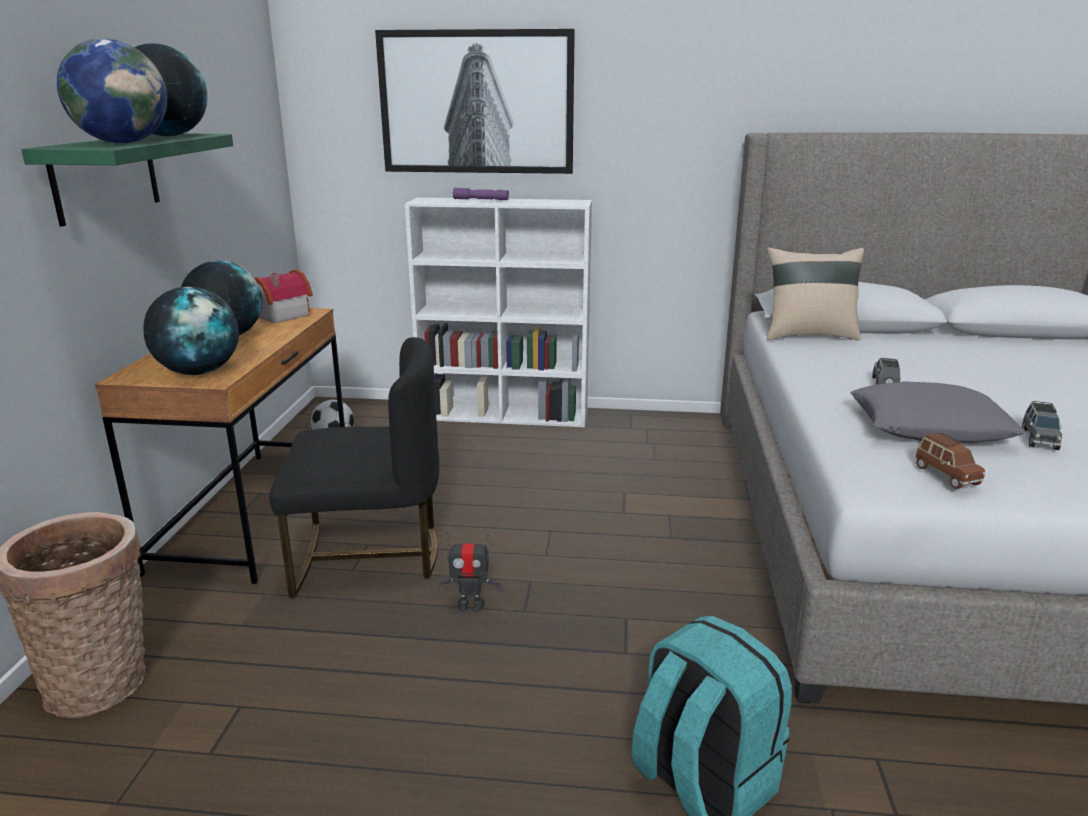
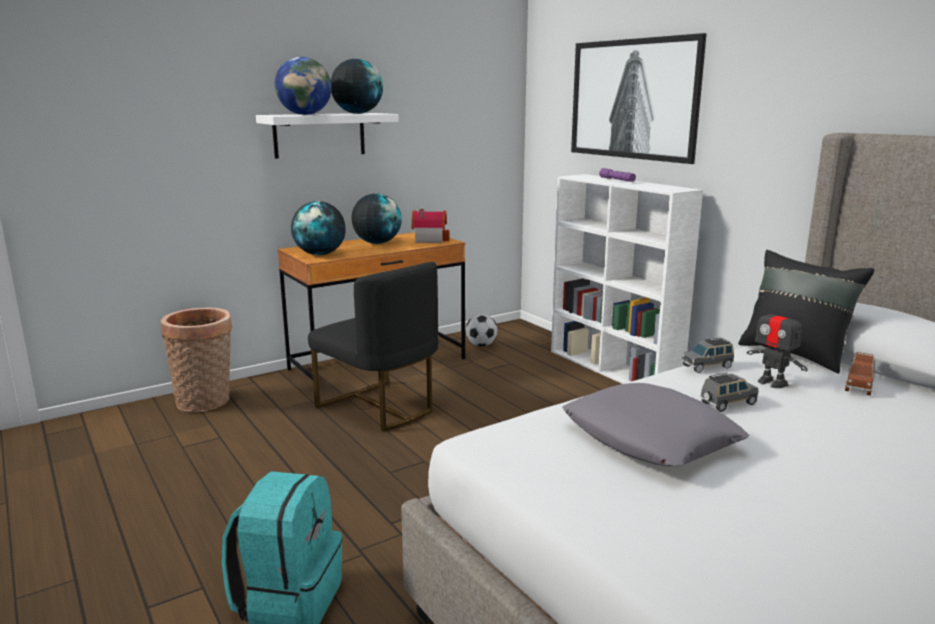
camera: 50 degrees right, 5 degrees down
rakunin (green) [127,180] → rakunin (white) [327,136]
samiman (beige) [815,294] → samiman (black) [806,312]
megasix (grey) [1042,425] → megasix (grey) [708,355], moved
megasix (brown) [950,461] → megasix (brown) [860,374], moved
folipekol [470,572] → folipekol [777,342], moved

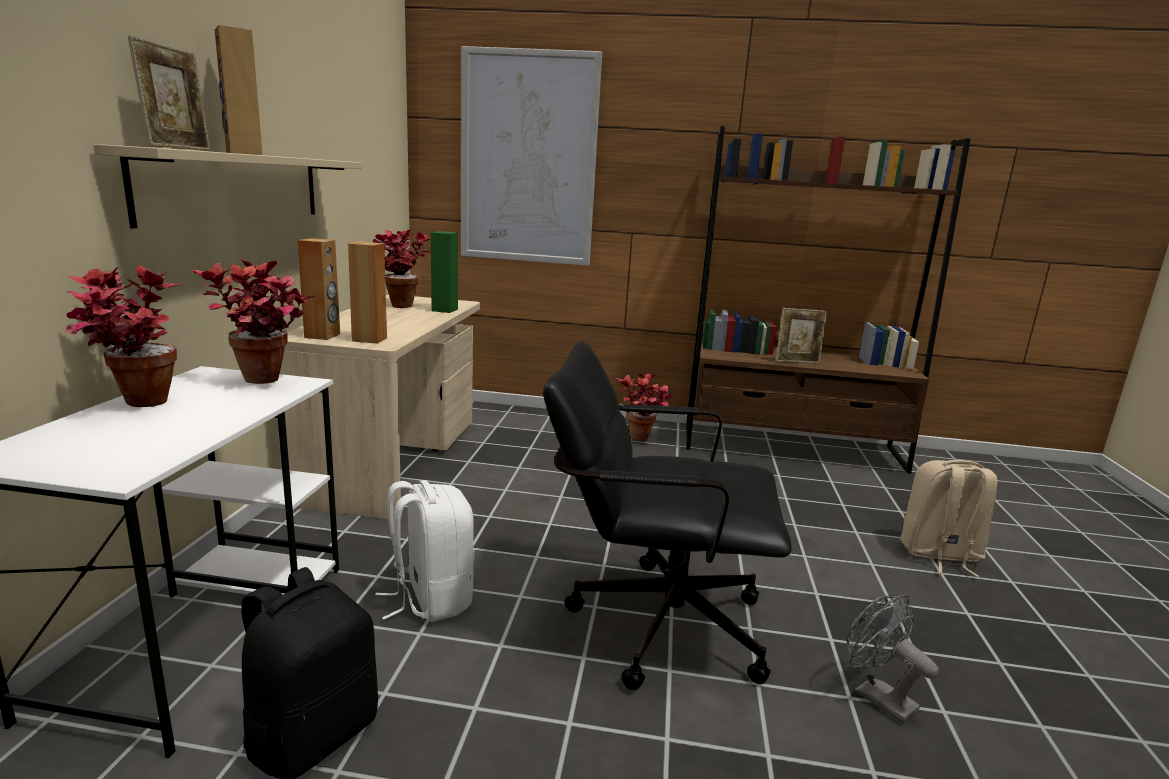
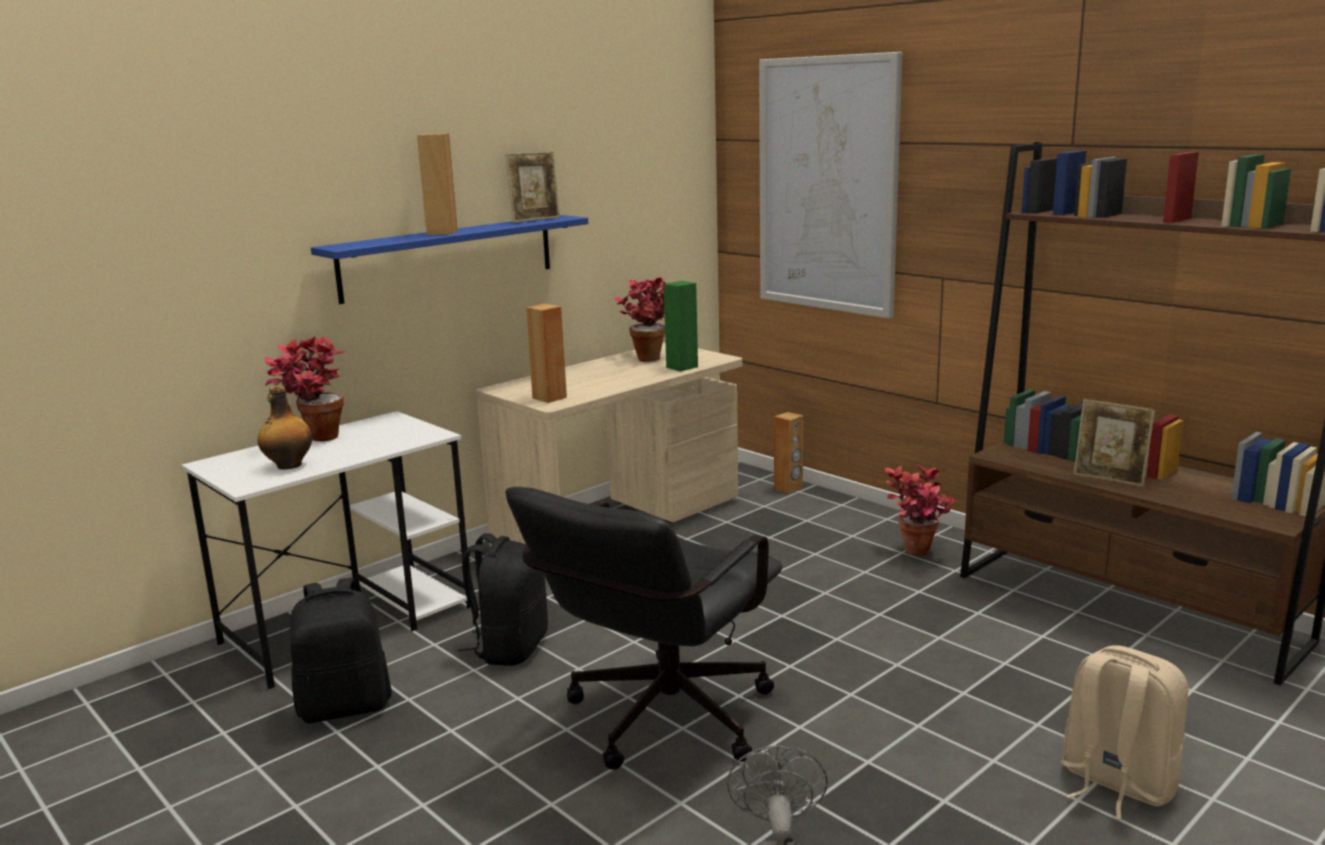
camera: 40 degrees right, 0 degrees up
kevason [169,93] → kevason [532,187], moved
rakunin (beige) [228,186] → rakunin (blue) [449,259]
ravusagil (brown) [318,289] → ravusagil (brown) [788,453], moved
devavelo [254,321] → -
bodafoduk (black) [667,515] → bodafoduk (black) [644,628], 105 degrees counterclockwise
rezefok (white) [425,551] → rezefok (black) [503,599]
- → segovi [285,428]

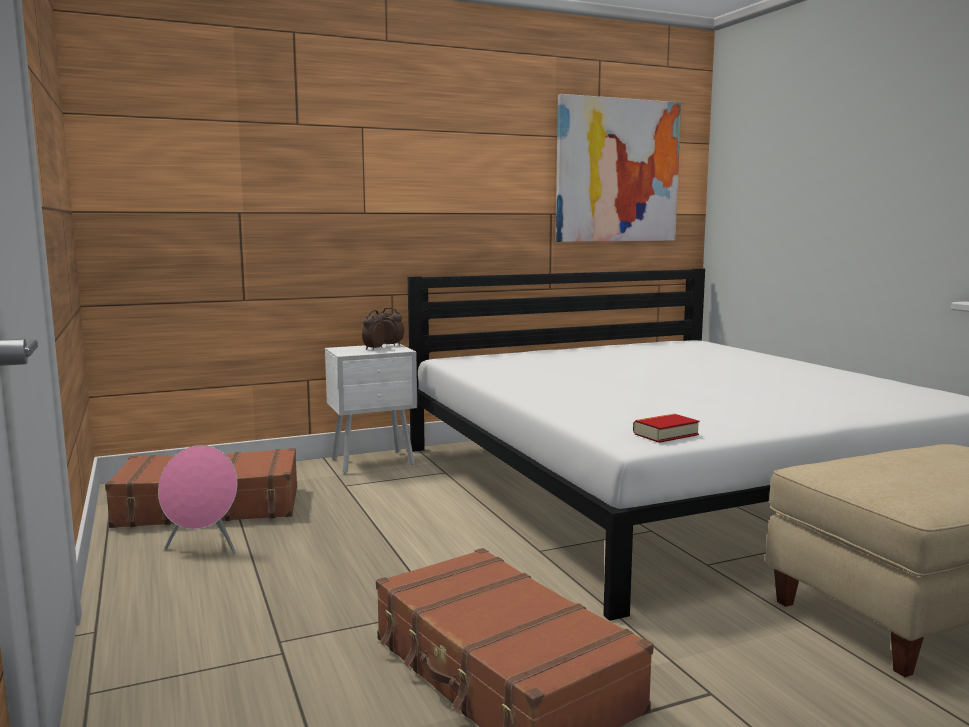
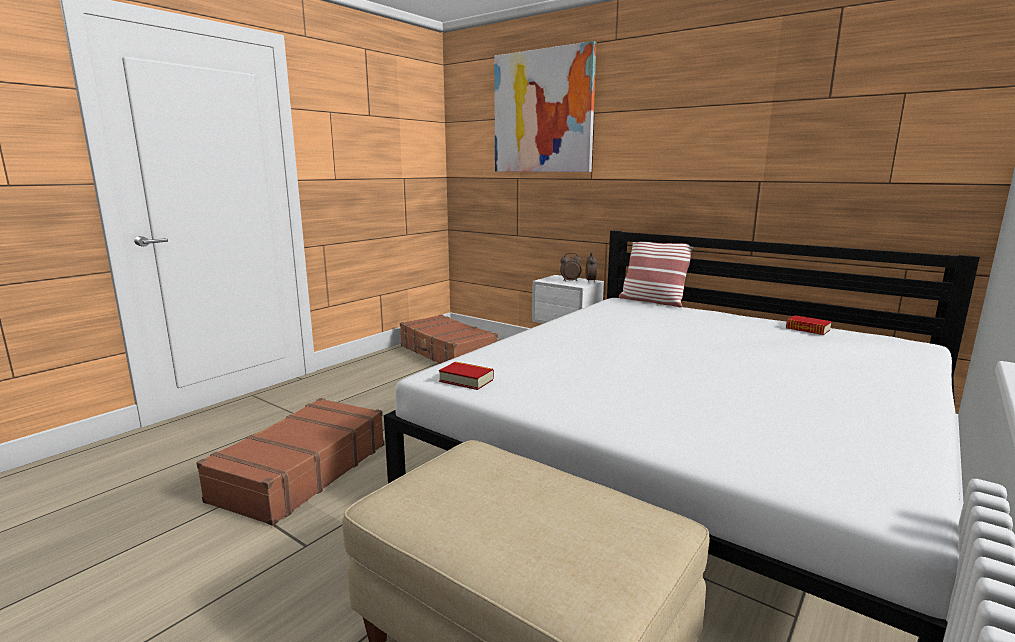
camera: 60 degrees right, 5 degrees up
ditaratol [618,168] → ditaratol [545,106], moved
ravusagil (pink) [197,499] → -
- → samiman [656,274]
- → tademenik [809,325]

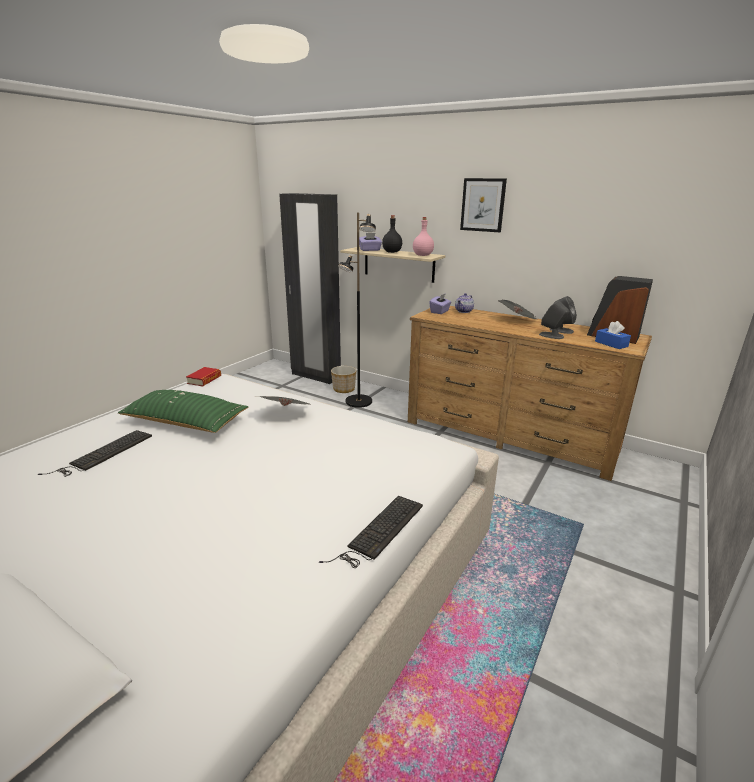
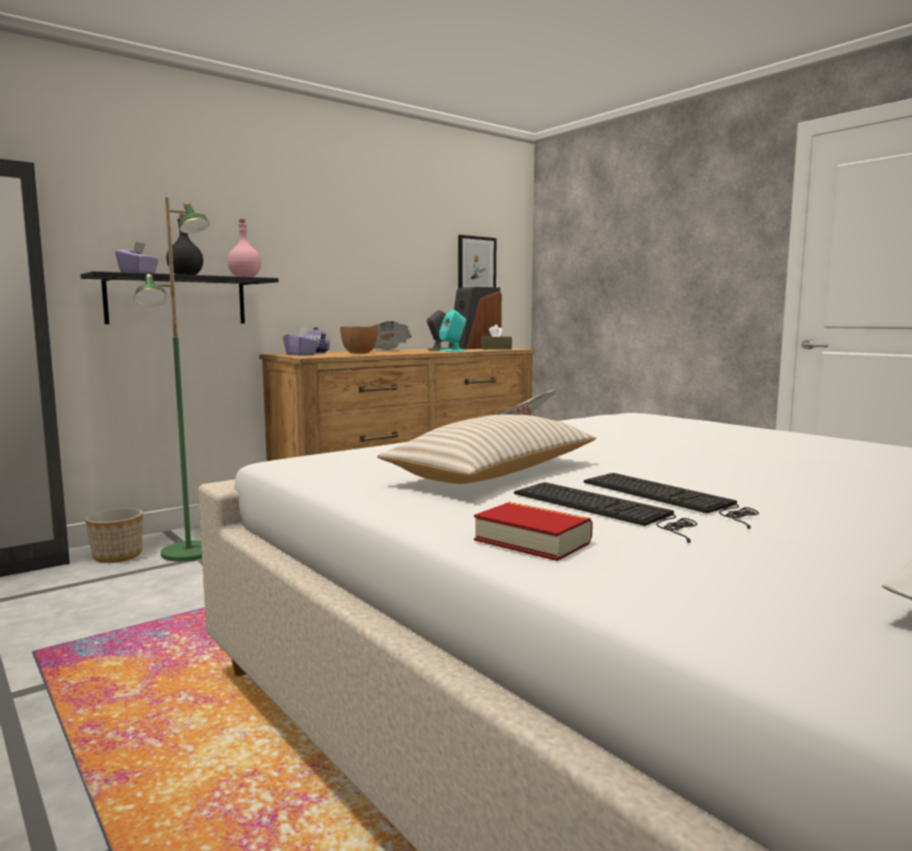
camera: 70 degrees left, 15 degrees down
ditaratol [483,205] → ditaratol [477,262], moved
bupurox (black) [357,310] → bupurox (green) [172,379]
rakunin (beige) [392,265] → rakunin (black) [180,297]
ravusagil (grey) [554,319] → ravusagil (turquoise) [452,331]
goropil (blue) [613,335] → goropil (brown) [496,337]
tademenik [203,376] → tademenik [533,531], moved
samiman (green) [183,411] → samiman (beige) [486,449]
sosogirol [371,532] → sosogirol [671,501], moved
- → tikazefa [359,340]

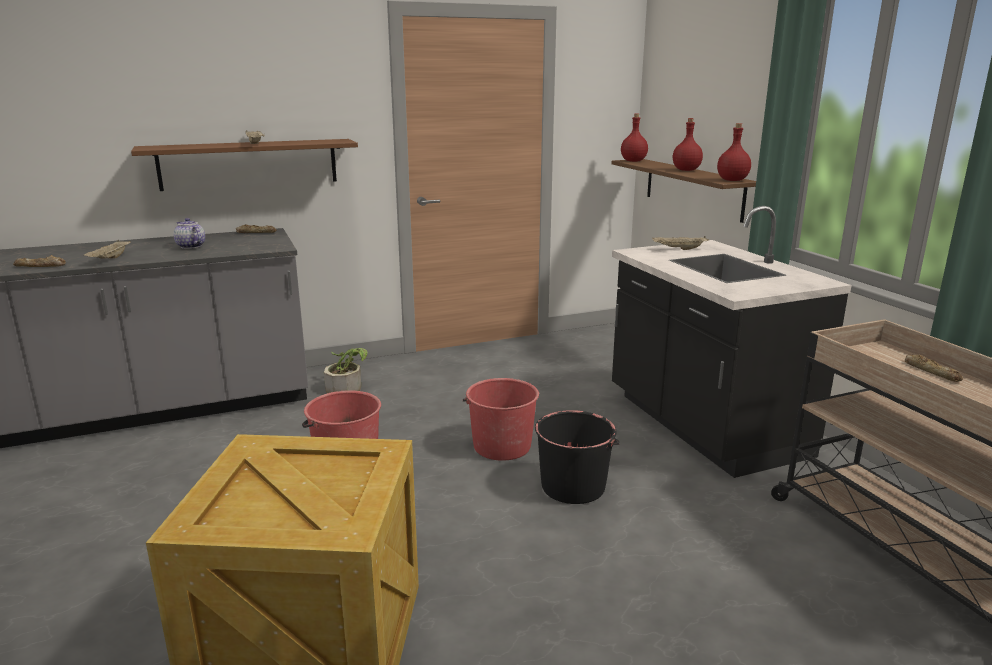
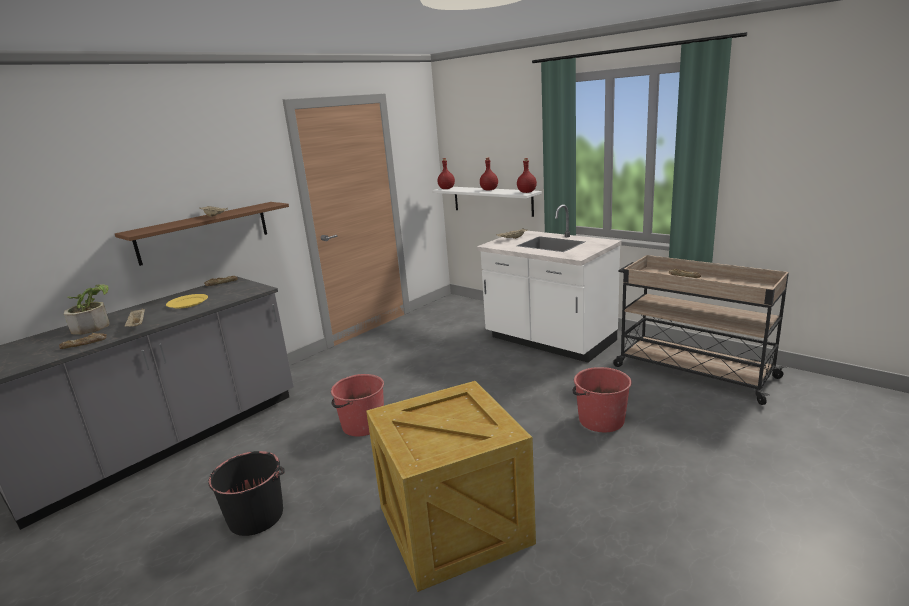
camera: 25 degrees left, 0 degrees up
rakunin (brown) [683,191] → rakunin (white) [487,202]
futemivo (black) [732,342] → futemivo (white) [549,284]
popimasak [189,233] → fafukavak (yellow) [187,301]
devavelo [346,370] → devavelo [86,309], moved
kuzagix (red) [501,419] → kuzagix (red) [602,399], moved
kuzagix (black) [577,457] → kuzagix (black) [246,493], moved

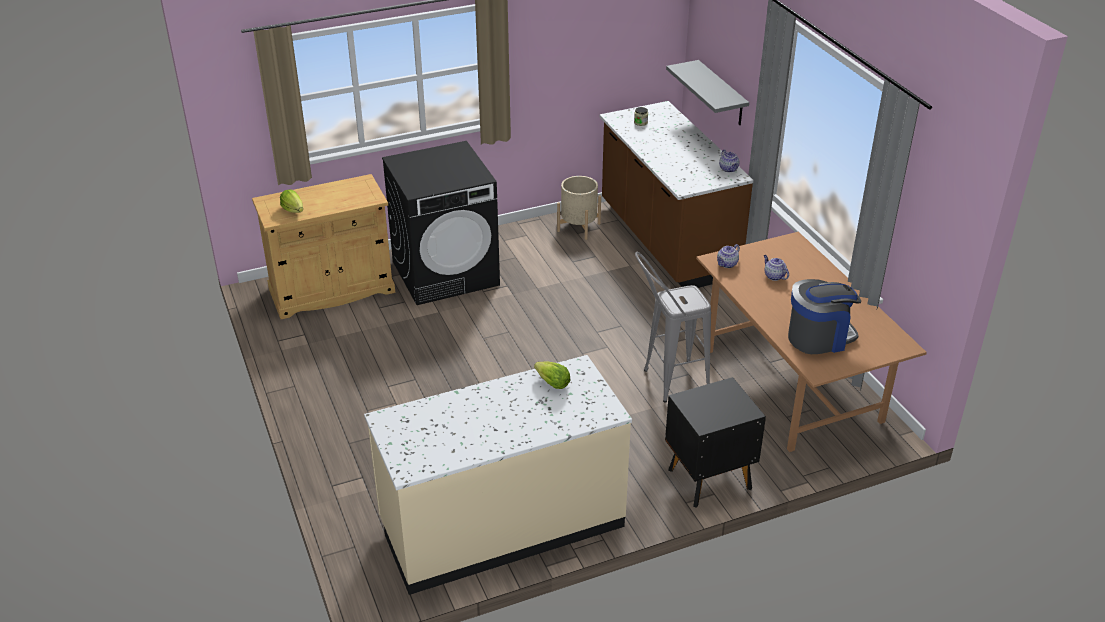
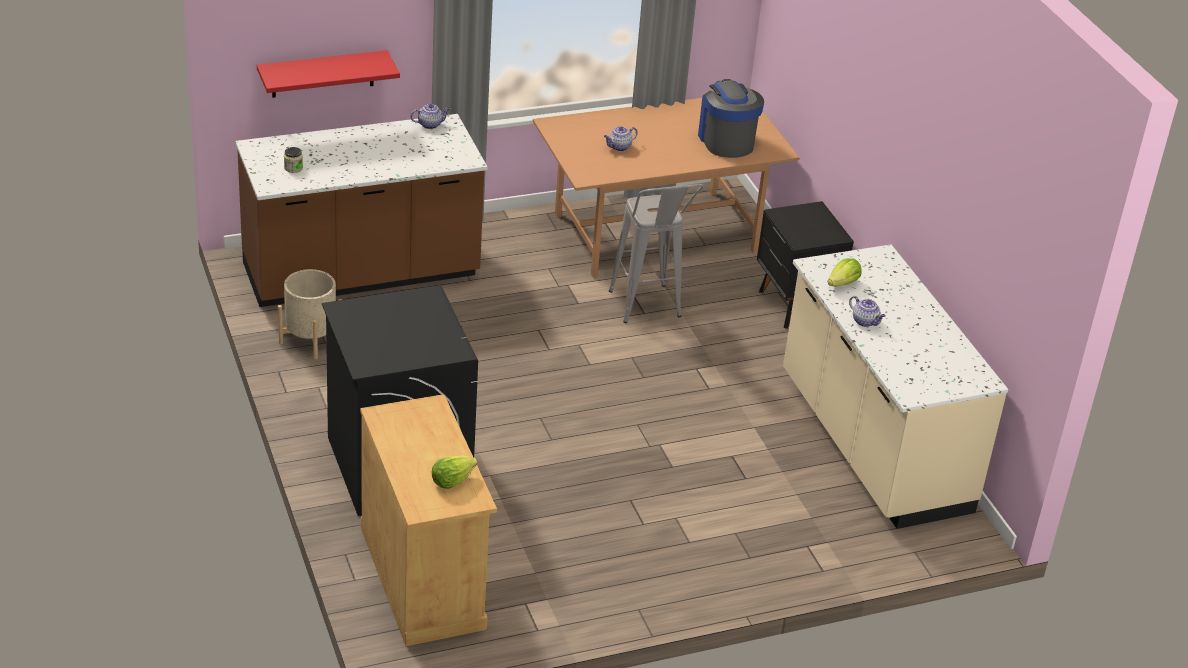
camera: 90 degrees left, 0 degrees up
rakunin (grey) [707,92] → rakunin (red) [328,74]
popimasak [728,256] → popimasak [867,311], moved

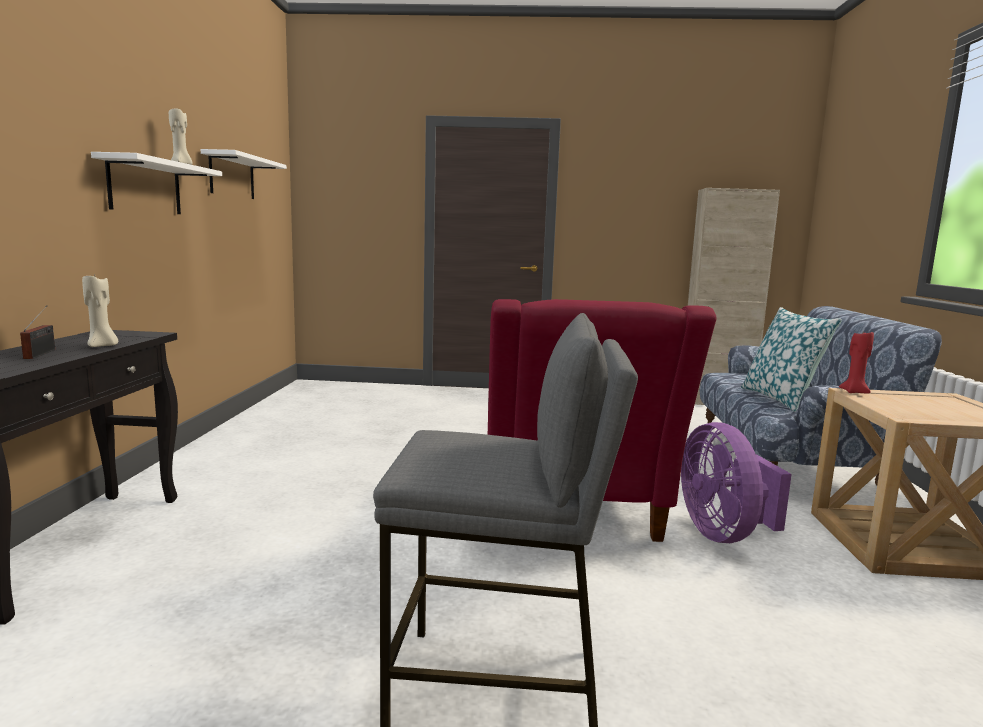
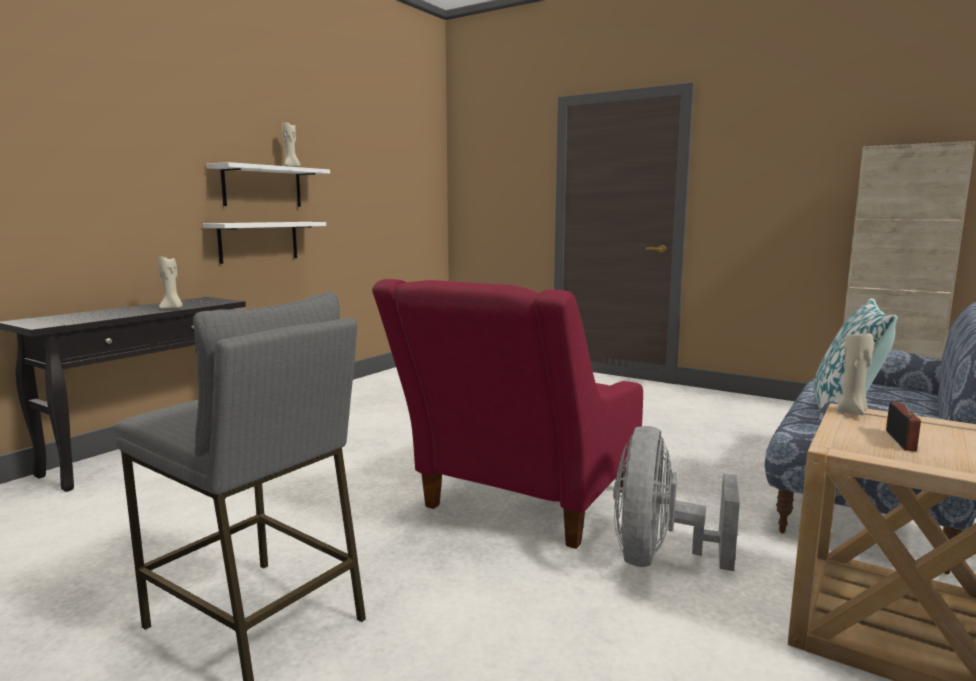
camera: 30 degrees right, 0 degrees up
rakunin (white) [244,174] → rakunin (white) [264,243], moved
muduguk [37,332] → muduguk [903,414], moved
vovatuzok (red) [856,362] → vovatuzok (beige) [855,372]
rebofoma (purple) [736,482] → rebofoma (grey) [676,498]

